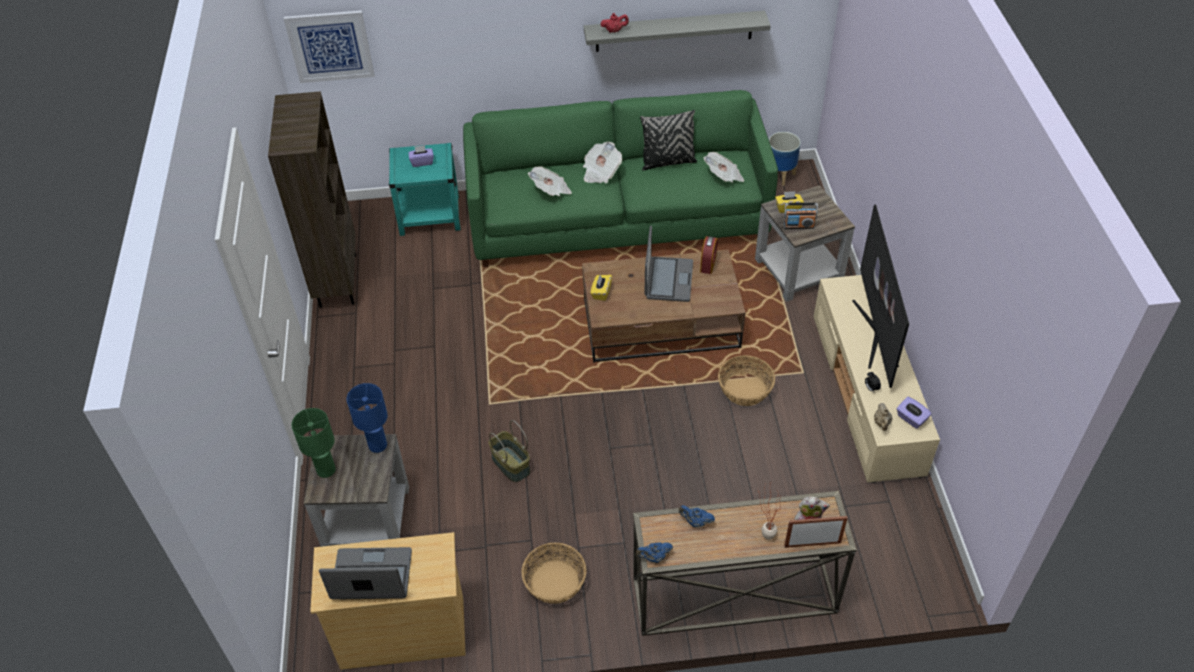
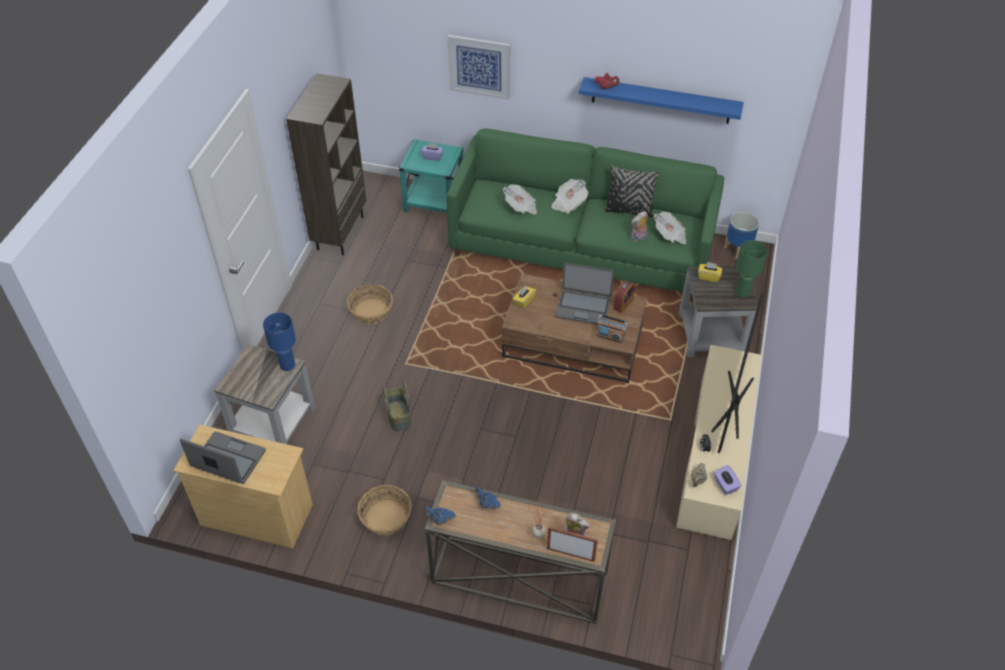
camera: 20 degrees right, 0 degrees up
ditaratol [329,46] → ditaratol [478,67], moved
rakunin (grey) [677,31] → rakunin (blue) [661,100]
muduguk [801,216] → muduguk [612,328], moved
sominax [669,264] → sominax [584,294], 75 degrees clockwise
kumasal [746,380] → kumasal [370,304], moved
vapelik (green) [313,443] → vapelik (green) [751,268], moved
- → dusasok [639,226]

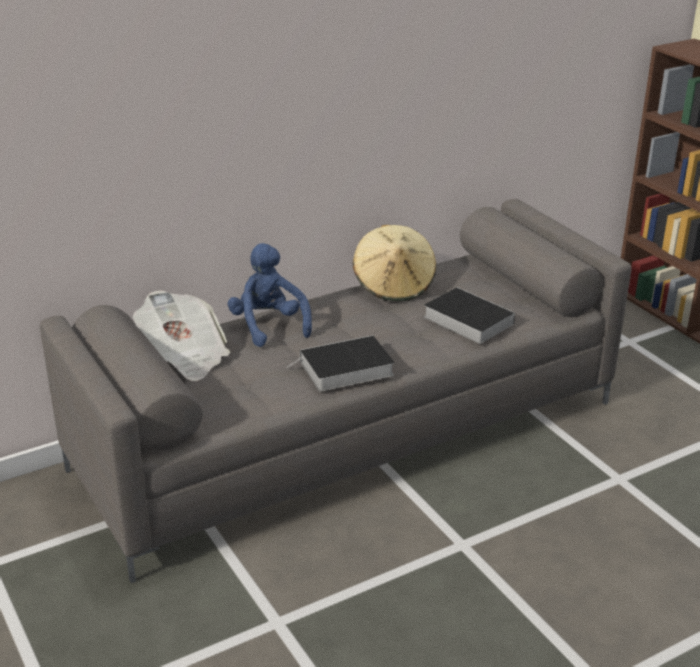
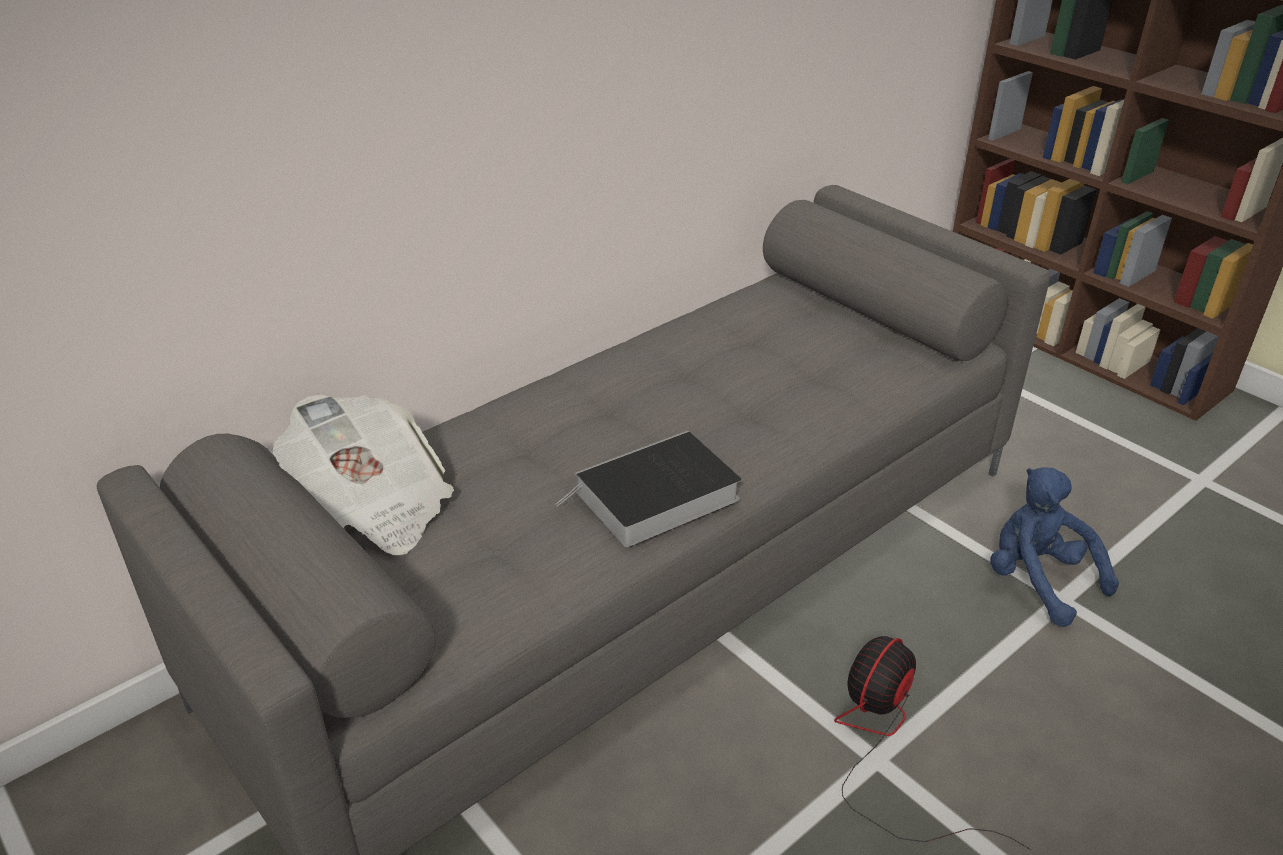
camera: 10 degrees left, 5 degrees up
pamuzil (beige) [394,263] → -
dusasok (blue) [270,295] → dusasok (blue) [1054,547], moved
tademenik [469,315] → -
- → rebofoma [933,743]

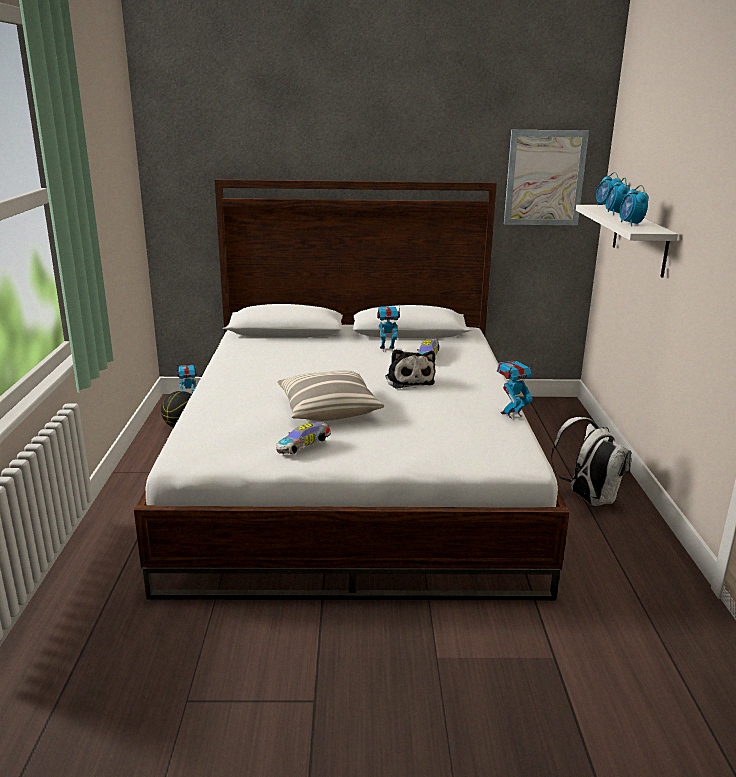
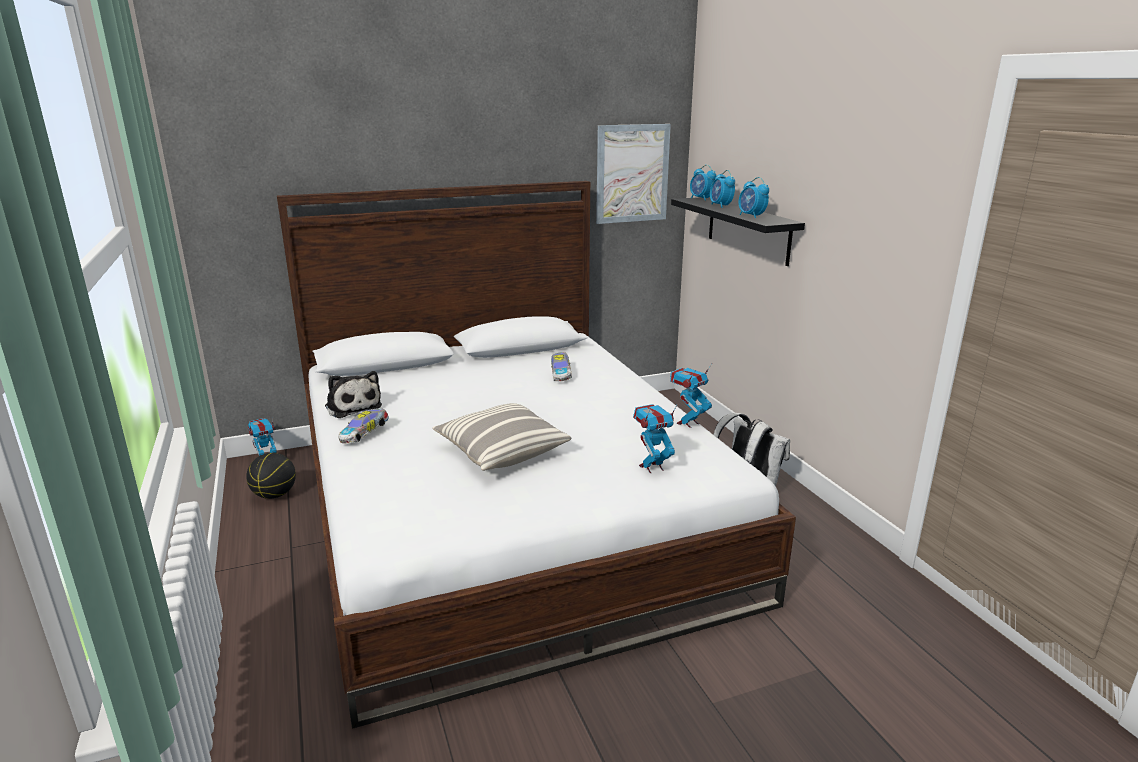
camera: 20 degrees left, 0 degrees up
rakunin (white) [627,241] → rakunin (black) [738,231]
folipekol [388,328] → folipekol [655,438], moved
dusasok [410,369] → dusasok [353,394], moved
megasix [303,438] → megasix [363,425], moved

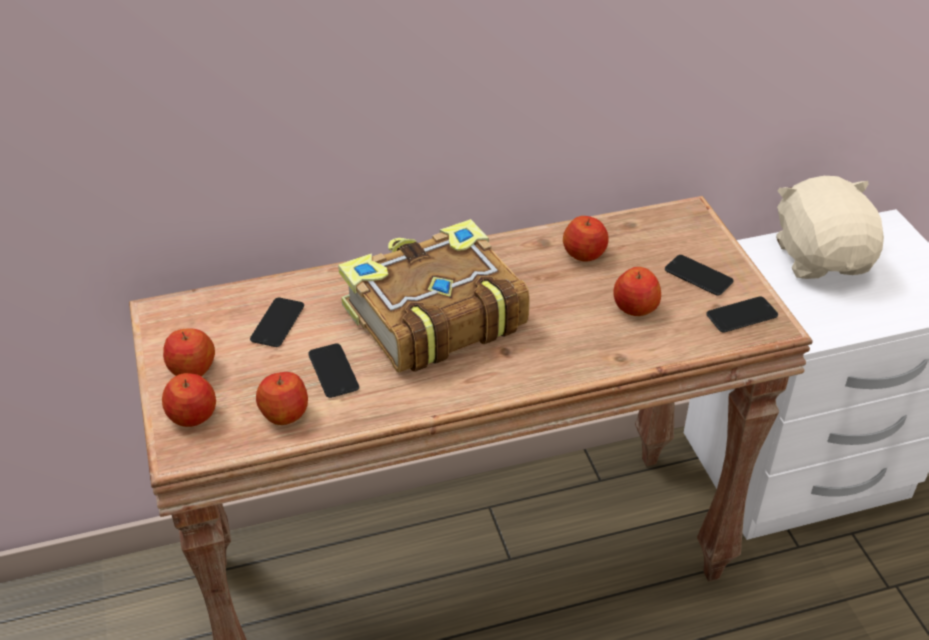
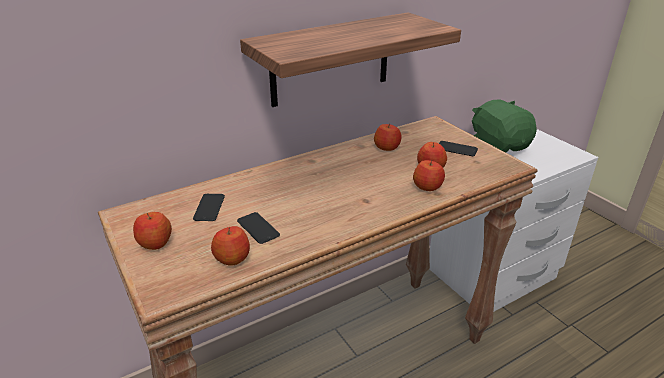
camera: 15 degrees left, 10 degrees down
dusasok (beige) [830,227] → dusasok (green) [504,126]
tademenik [434,295] → -
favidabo [742,314] → -
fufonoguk [189,400] → fufonoguk [429,175], moved
- → rakunin [350,59]

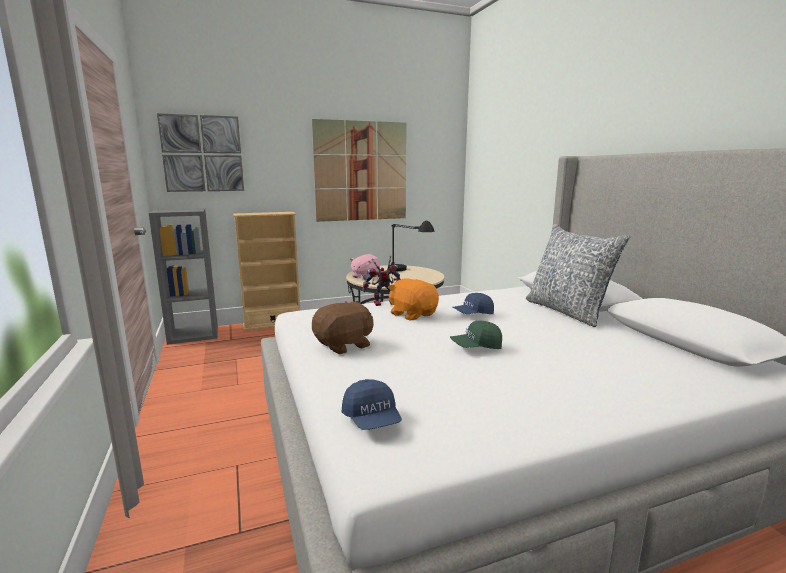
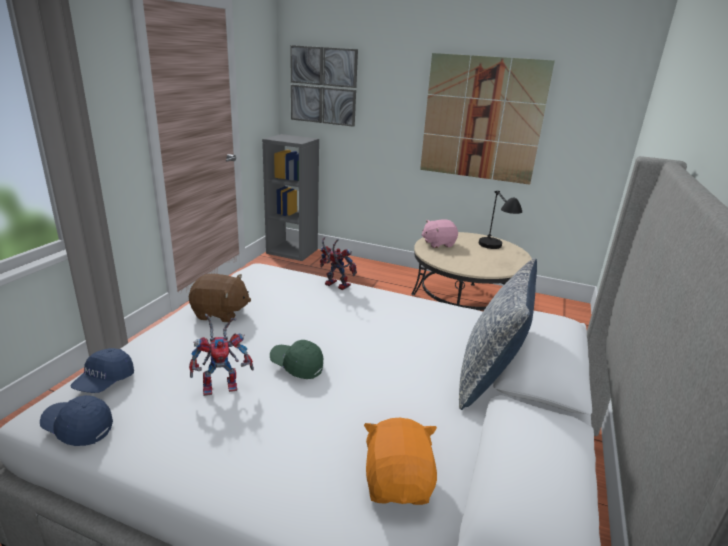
camera: 40 degrees right, 10 degrees up
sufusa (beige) [266,271] → -
dusasok (orange) [413,299] → dusasok (orange) [400,461], moved
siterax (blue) [473,303] → siterax (blue) [76,420], moved
- → folipekol [221,355]

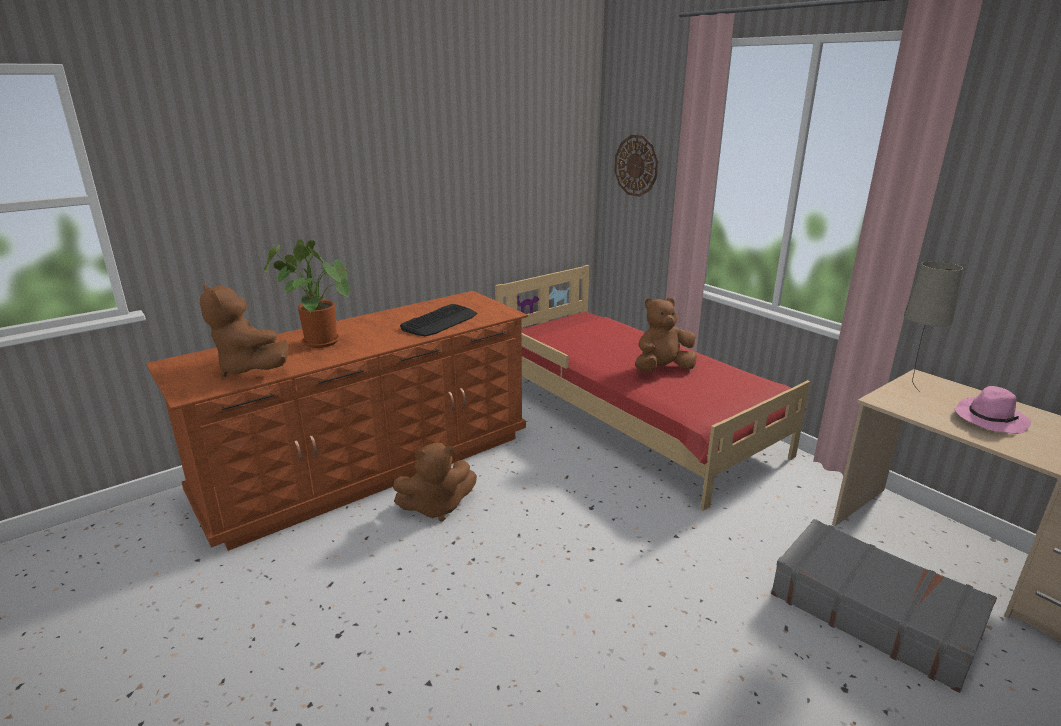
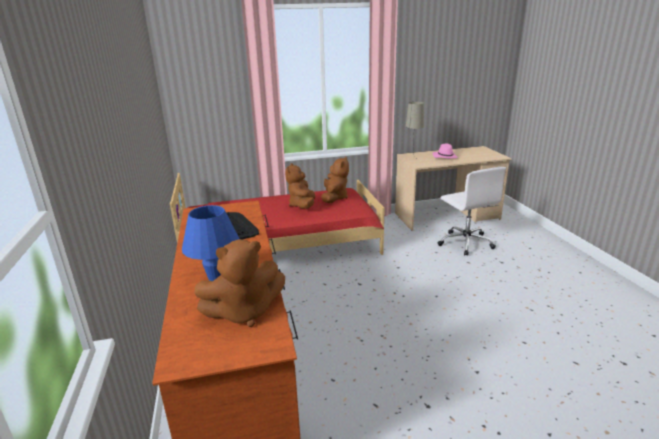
camera: 65 degrees left, 0 degrees up
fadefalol [636,166] → -
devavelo [307,293] → vapelik (blue) [211,243]
dusasok (brown) [435,482] → dusasok (brown) [335,180], moved
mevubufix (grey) [884,606] → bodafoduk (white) [472,211]

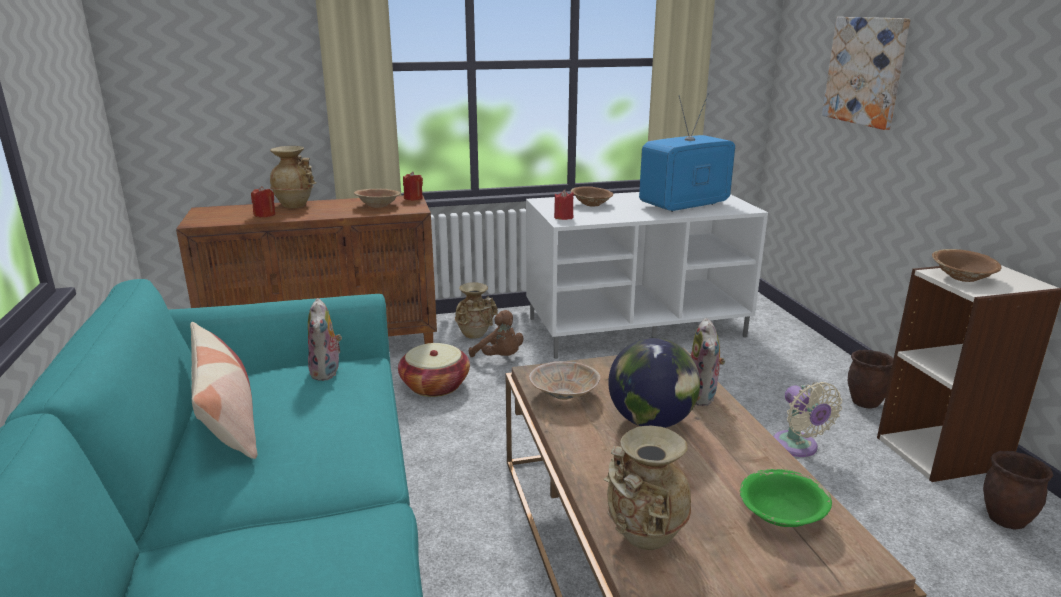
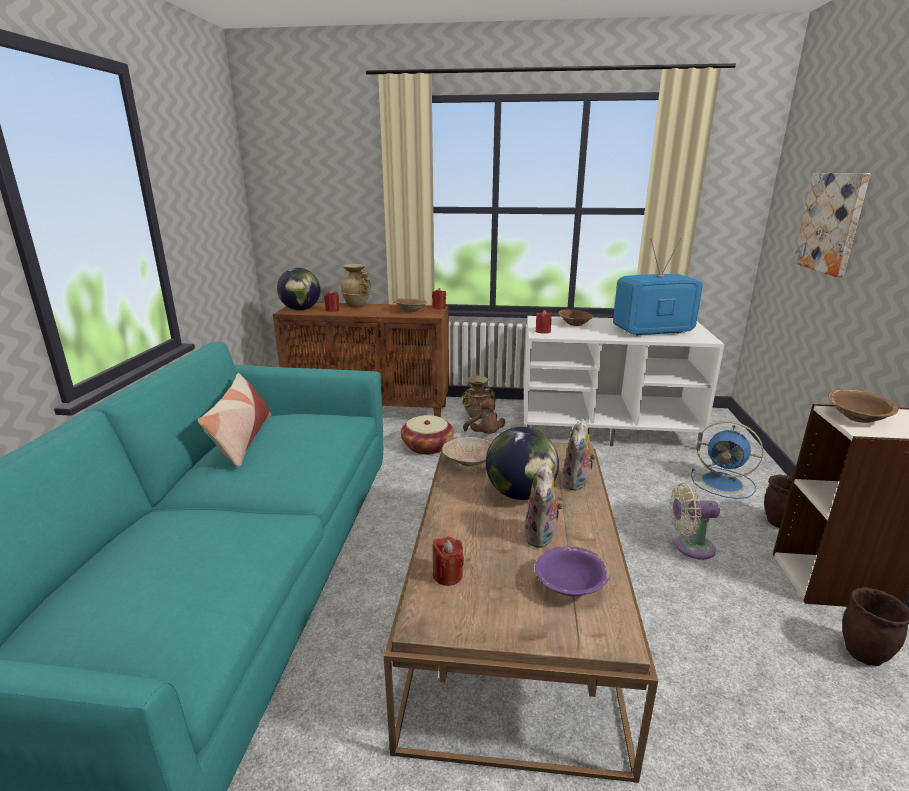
camera: 20 degrees right, 0 degrees up
dusasok [325,339] → dusasok [543,505], moved
rebofoma (beige) [807,419] → rebofoma (beige) [695,521], 90 degrees clockwise
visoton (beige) [647,488] → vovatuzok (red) [448,561]
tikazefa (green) [786,498] → tikazefa (purple) [572,571]
- → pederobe [298,289]
- → rebofoma (blue) [727,460]

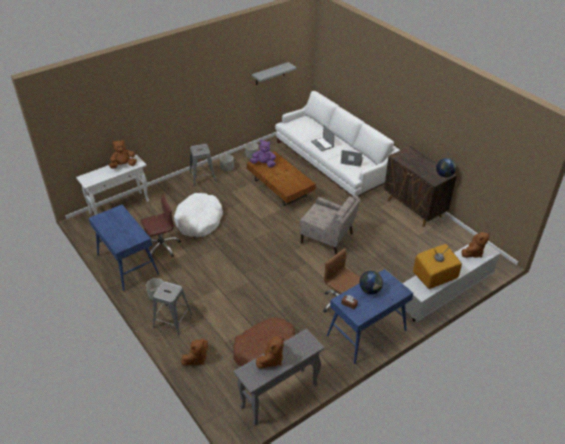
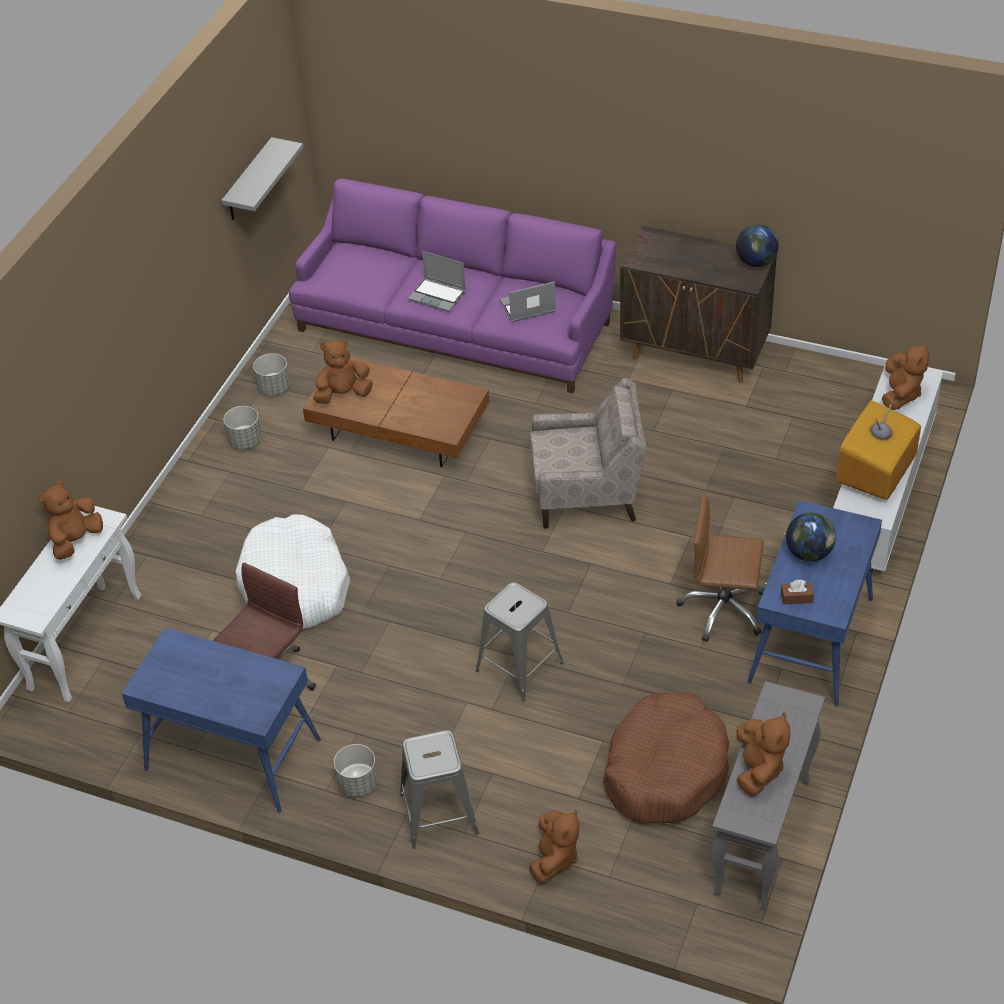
camera: 30 degrees left, 5 degrees up
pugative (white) [337,144] → pugative (purple) [452,286]
dusasok (purple) [263,154] → dusasok (brown) [343,371]
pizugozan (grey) [203,165] → pizugozan (grey) [520,642], moved

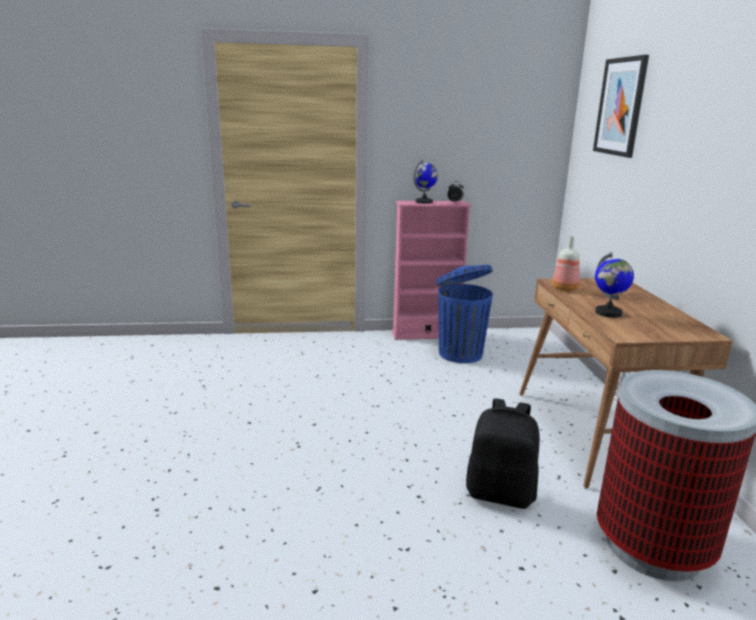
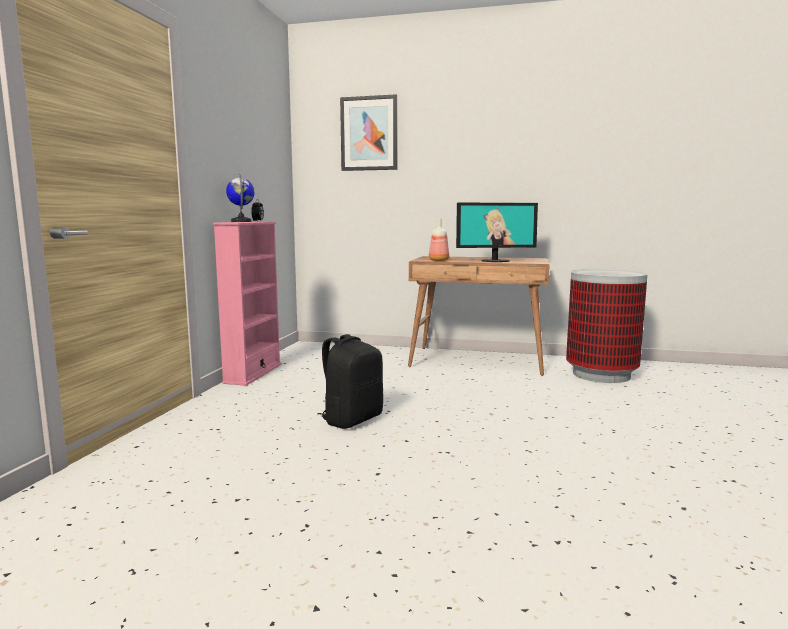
camera: 70 degrees left, 10 degrees down
pederobe [614,285] → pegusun [497,232]
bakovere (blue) [464,314] → -
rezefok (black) [503,453] → rezefok (black) [350,381], moved

